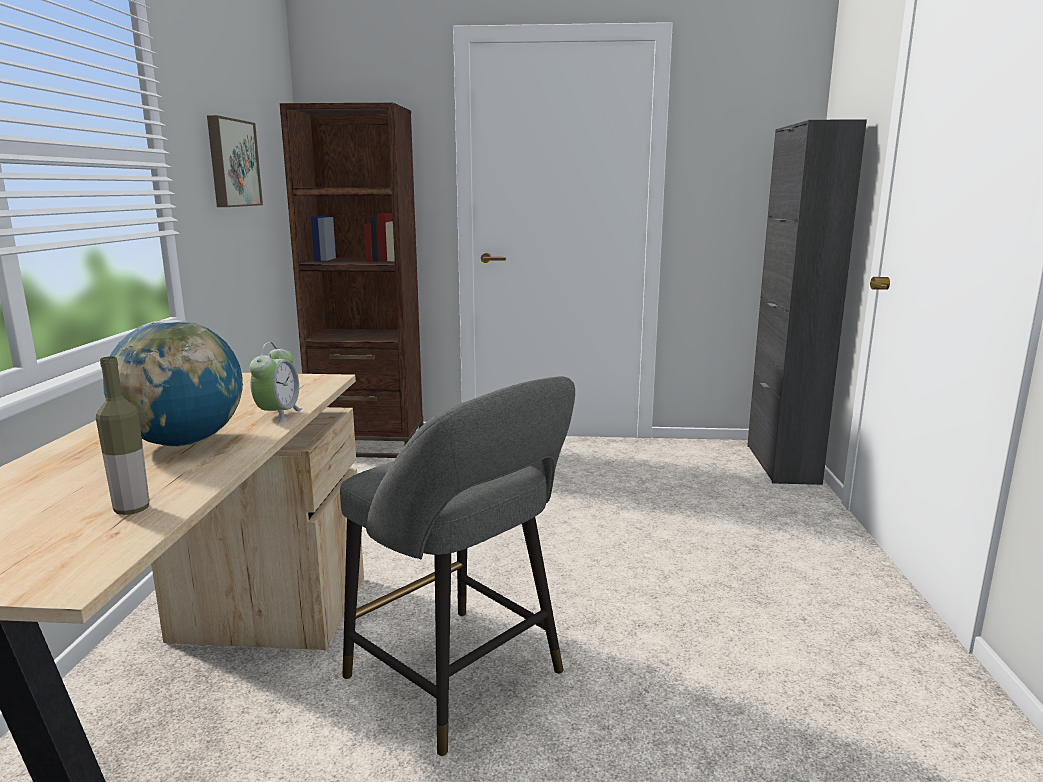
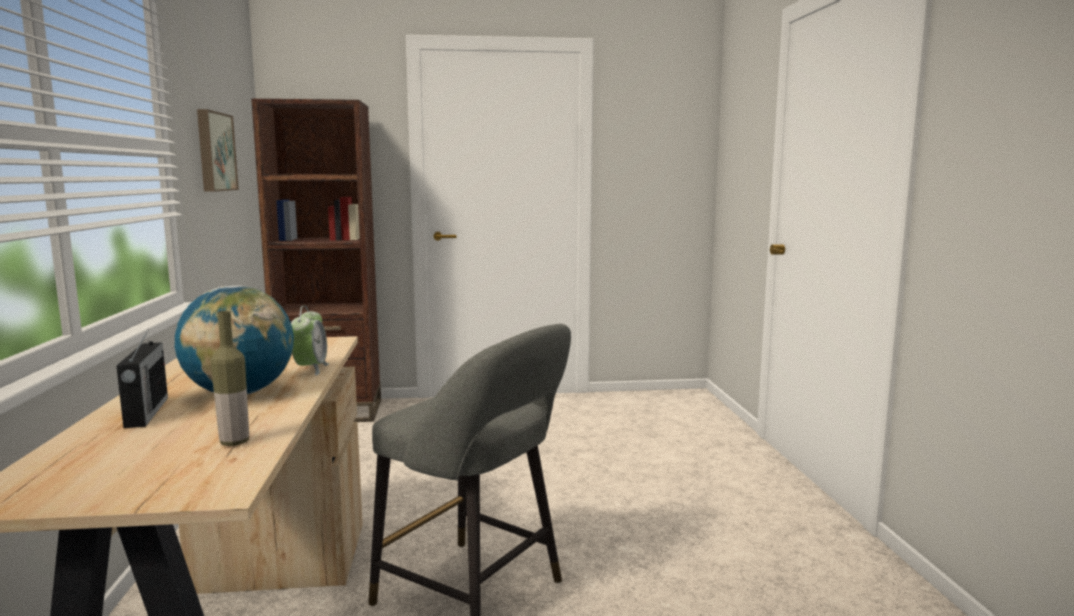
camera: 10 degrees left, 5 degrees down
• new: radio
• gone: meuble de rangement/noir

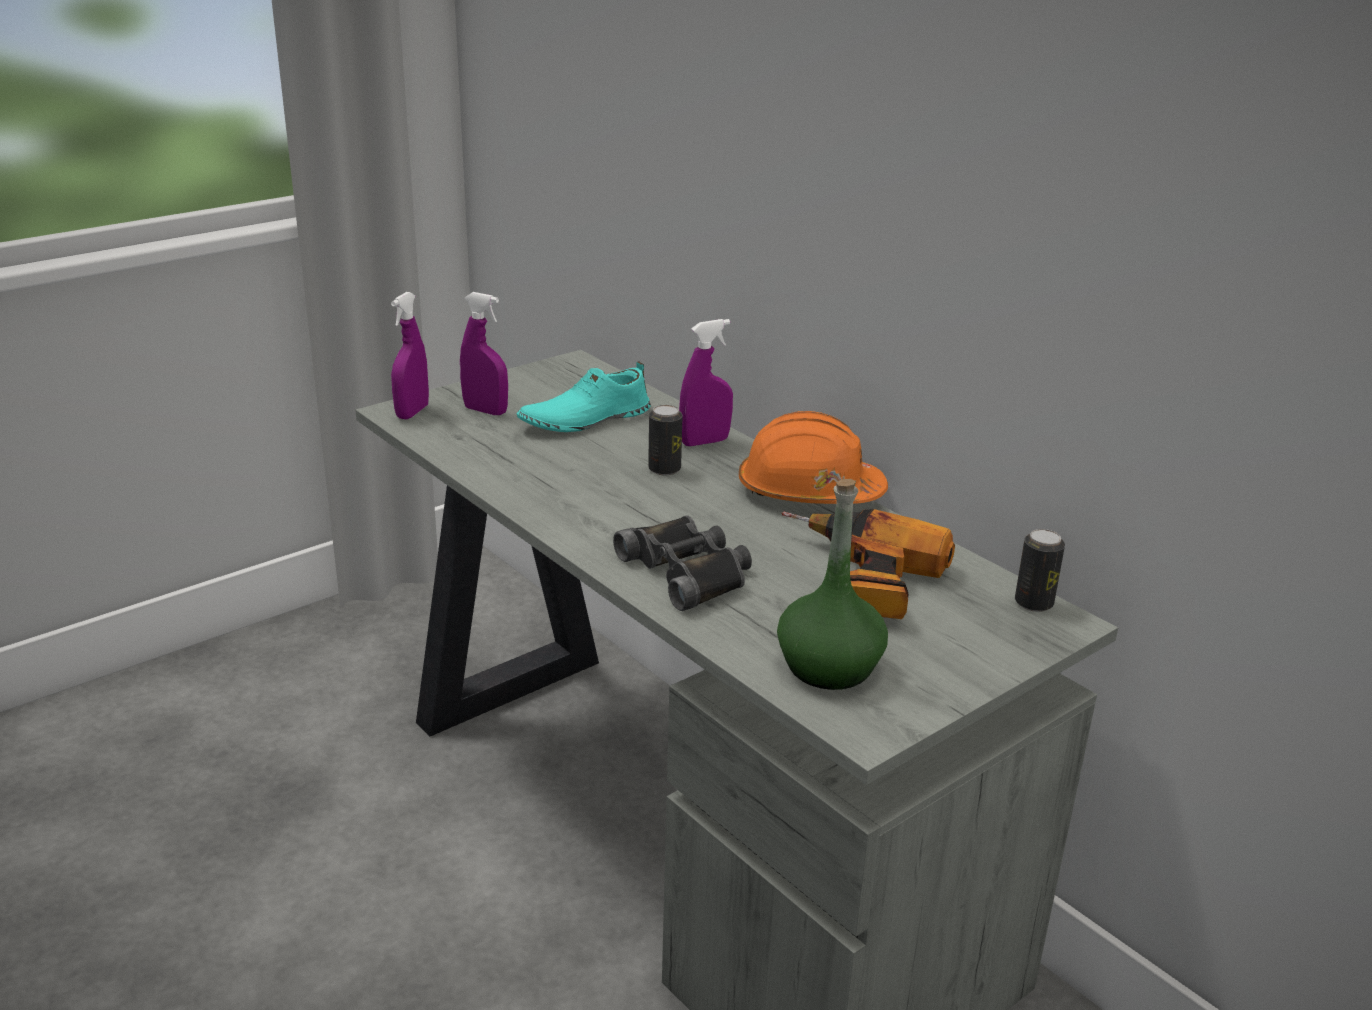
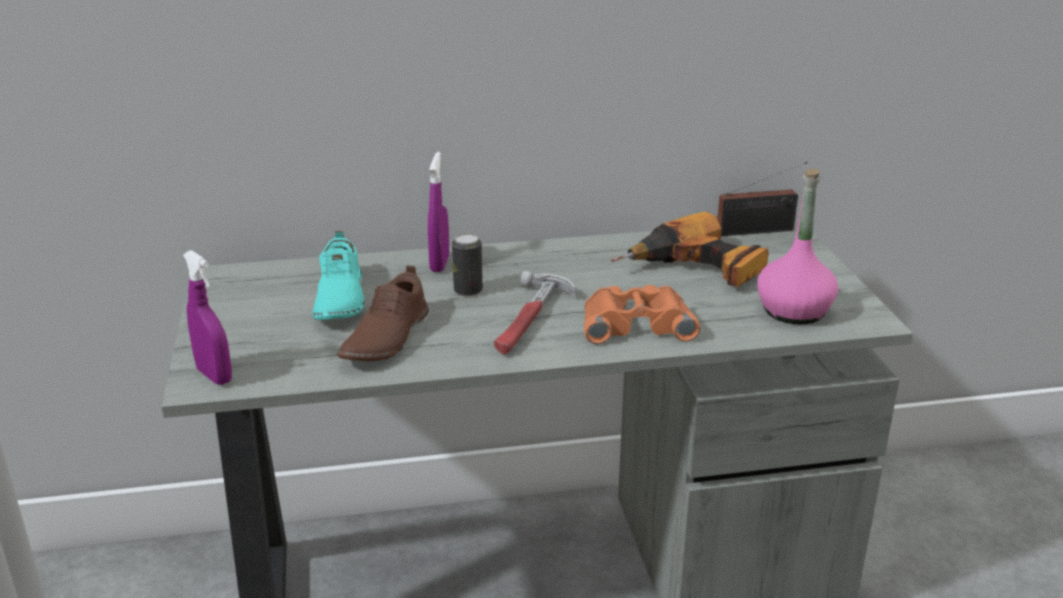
camera: 60 degrees left, 0 degrees up
• new: chaussure/marron
• new: marteau
• repainted: jumelles/noir to jumelles/orange
• swapped: boîte métallique (no. 2 from left) to radio
• repainted: bouteille/vert to bouteille/rose
• gone: vaporisateur/violet (no. 2 from left)
• gone: casque de chantier/orange

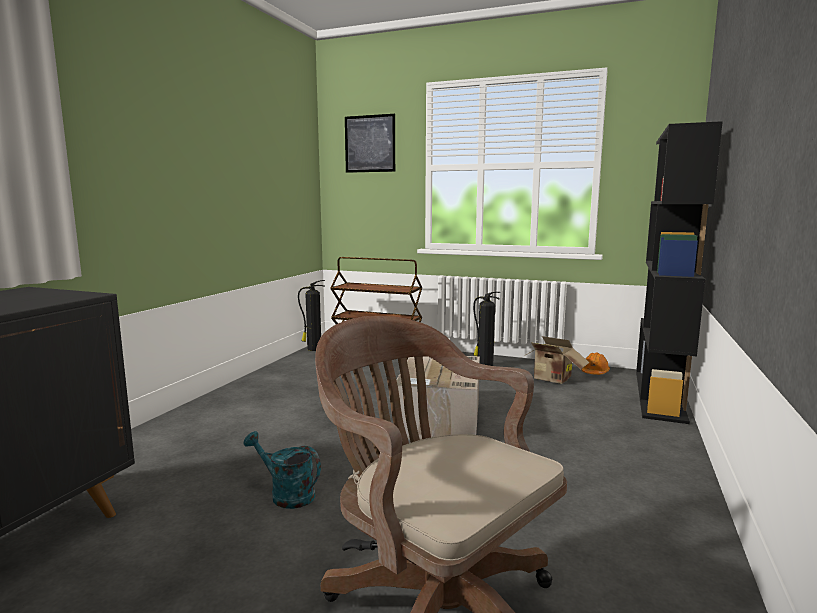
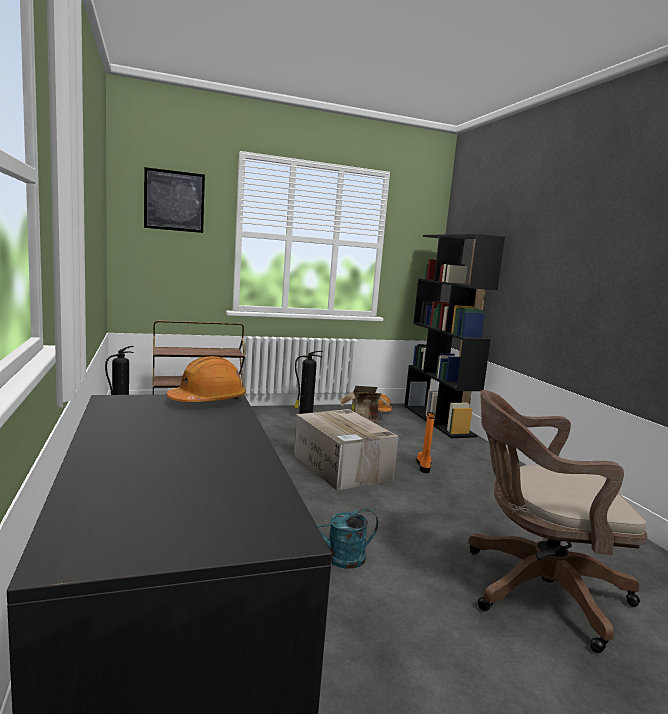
camera: 40 degrees left, 0 degrees up
• new: casque de chantier/orange (no. 1 from left)
• new: botte/orange

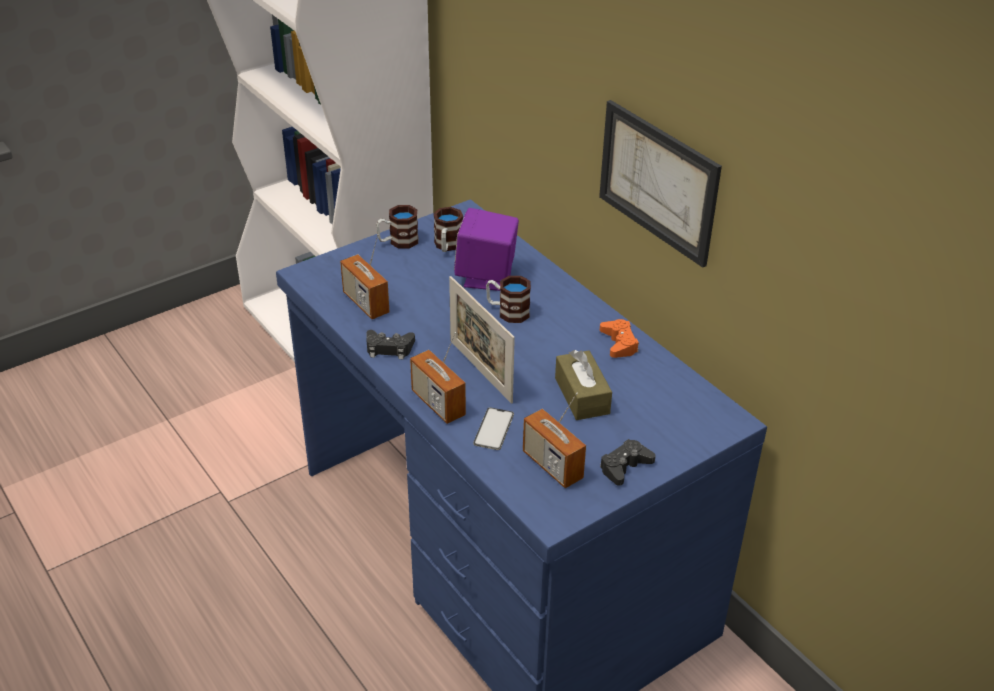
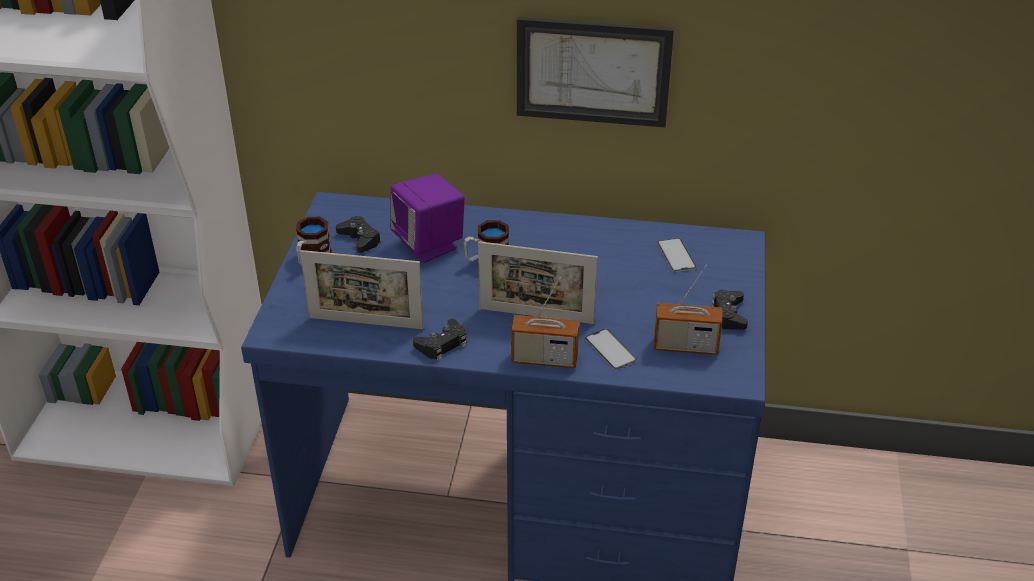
camera: 45 degrees left, 0 degrees up
• swapped: radio (no. 1 from left) to cadre photo (no. 1 from left)
• swapped: mug (no. 2 from left) to manette/noir (no. 1 from left)
• new: téléphone (no. 2 from left)
• gone: boîte à mouchoirs/marron
• gone: manette/orange

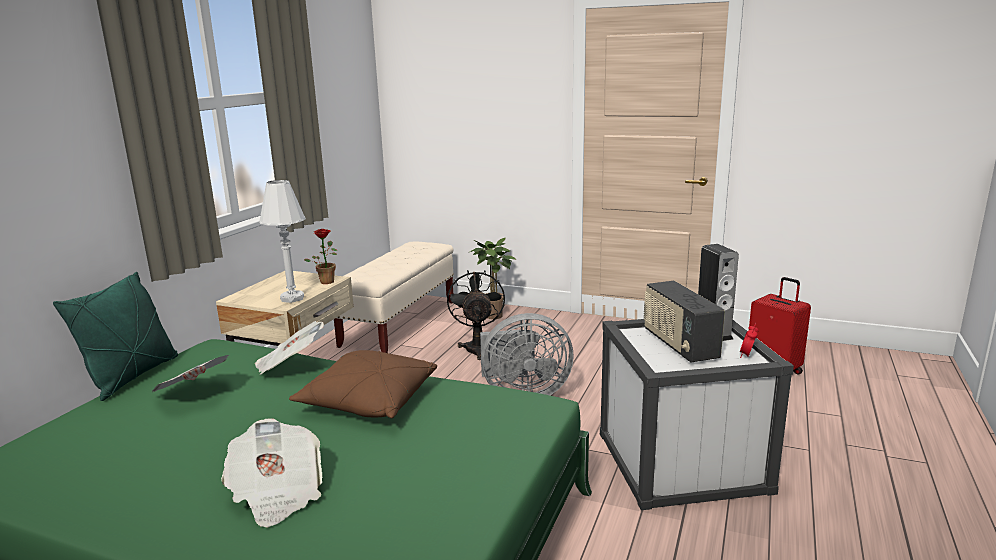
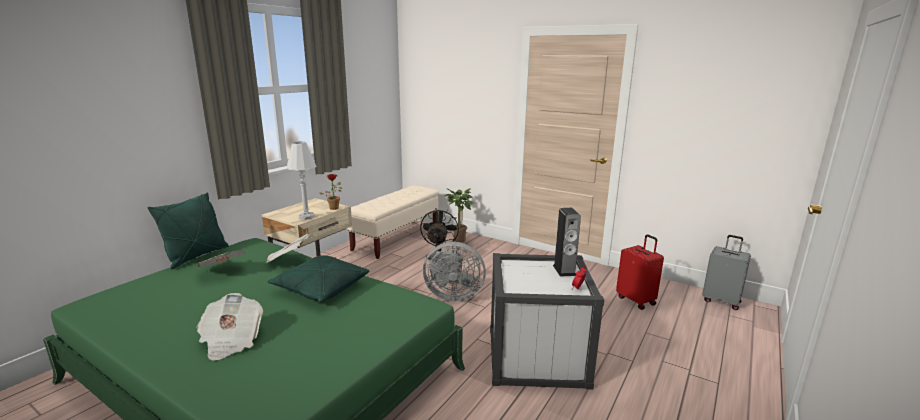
camera: 10 degrees right, 0 degrees up
• repainted: coussin/marron to coussin/vert (no. 2 from left)
• new: valise/gris
• gone: radio

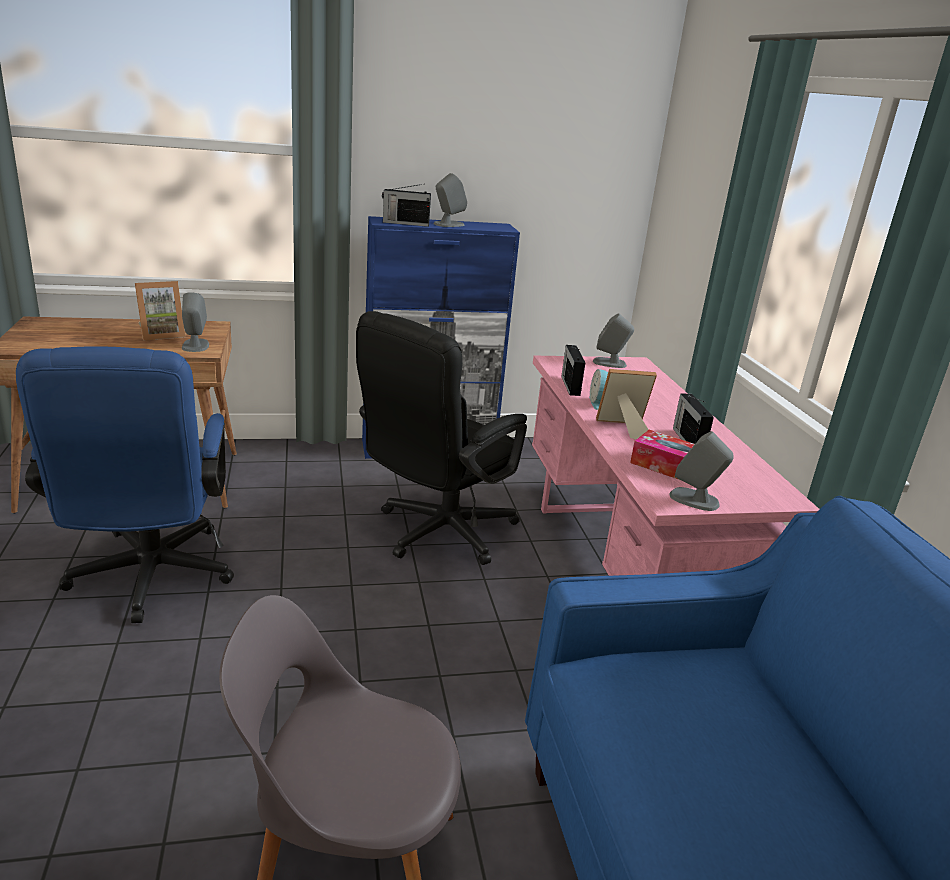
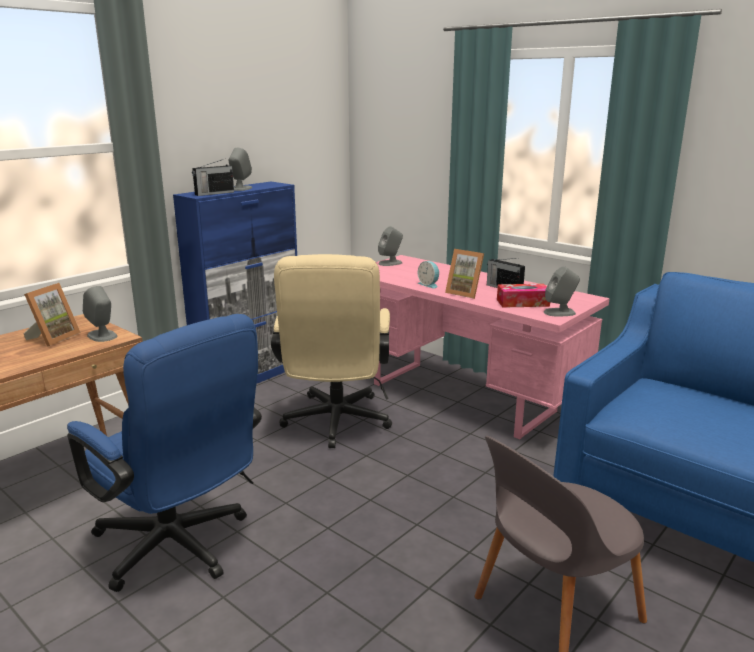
camera: 35 degrees left, 5 degrees down
• repainted: chaise de bureau/noir to chaise de bureau/beige
• rotated: cadre photo (no. 2 from left) 105 degrees counterclockwise
• gone: radio (no. 2 from left)

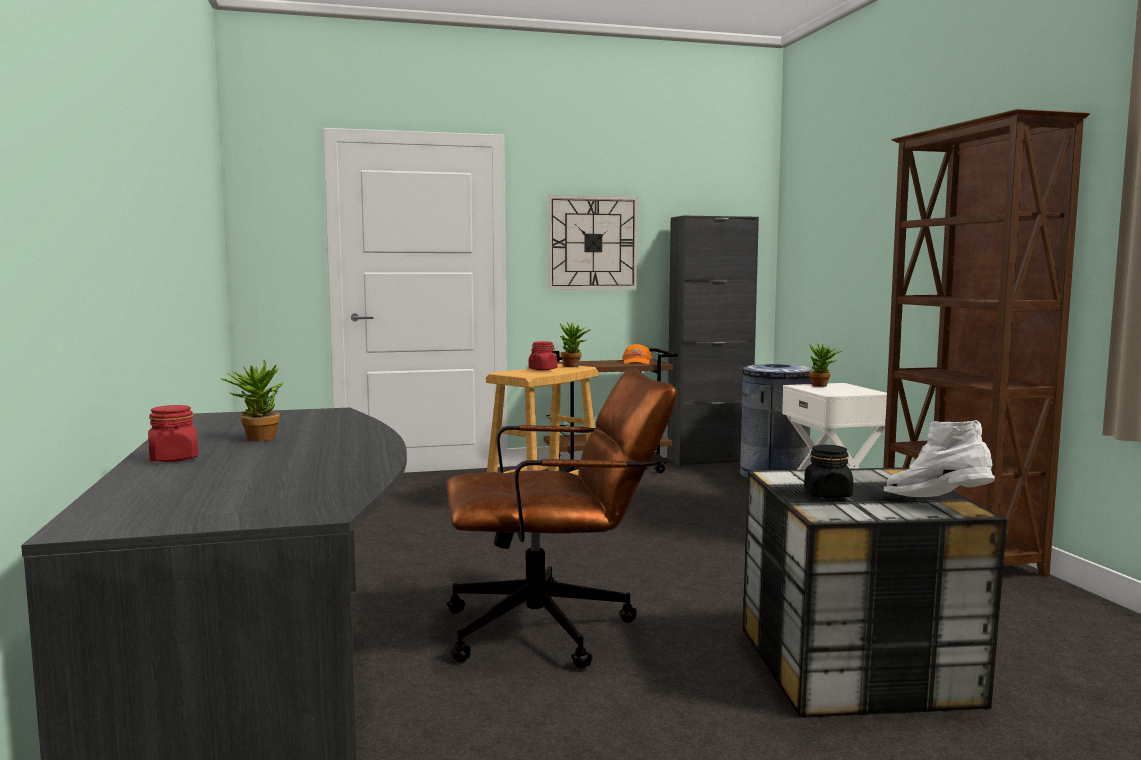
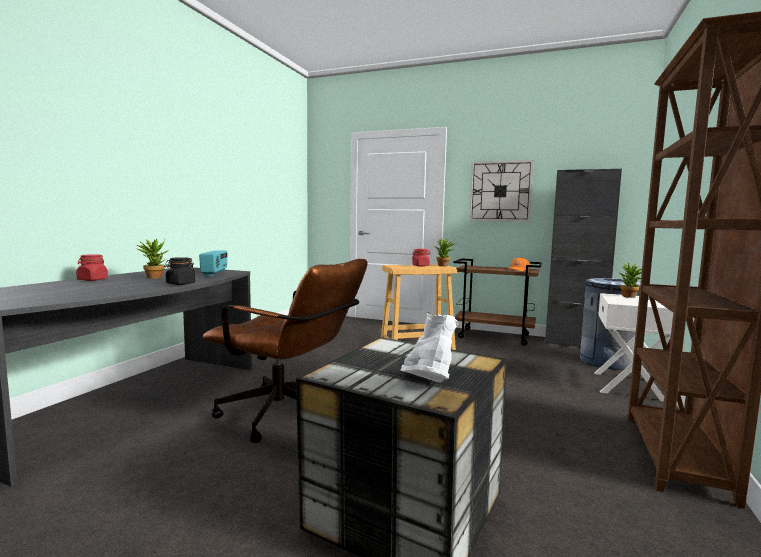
camera: 35 degrees right, 0 degrees up
• shifted: bocal/noir
• new: radio

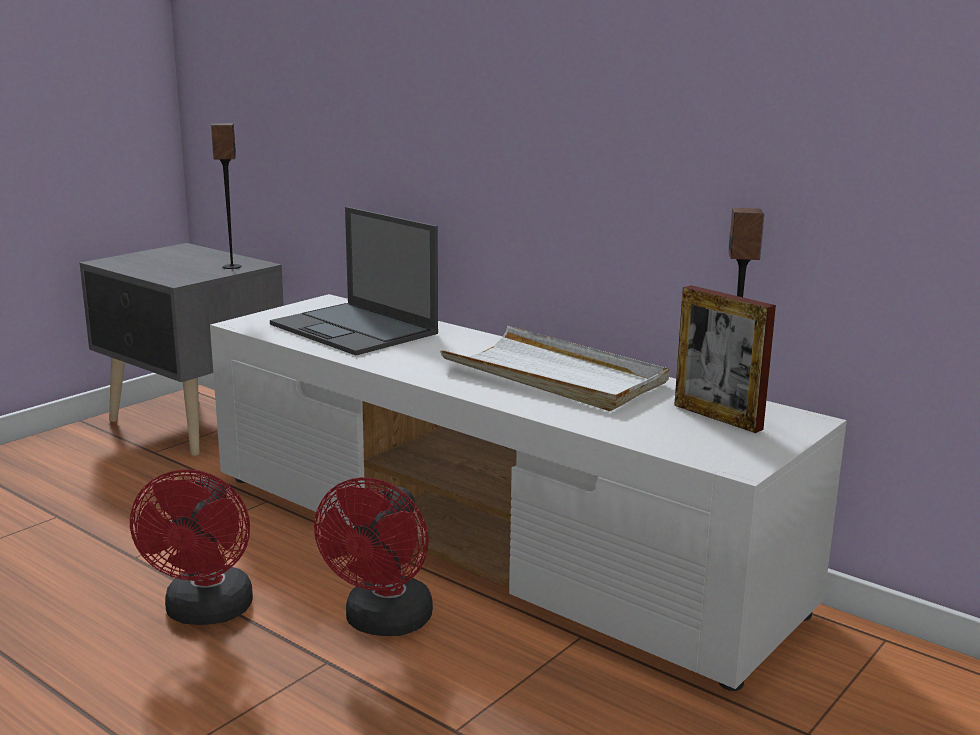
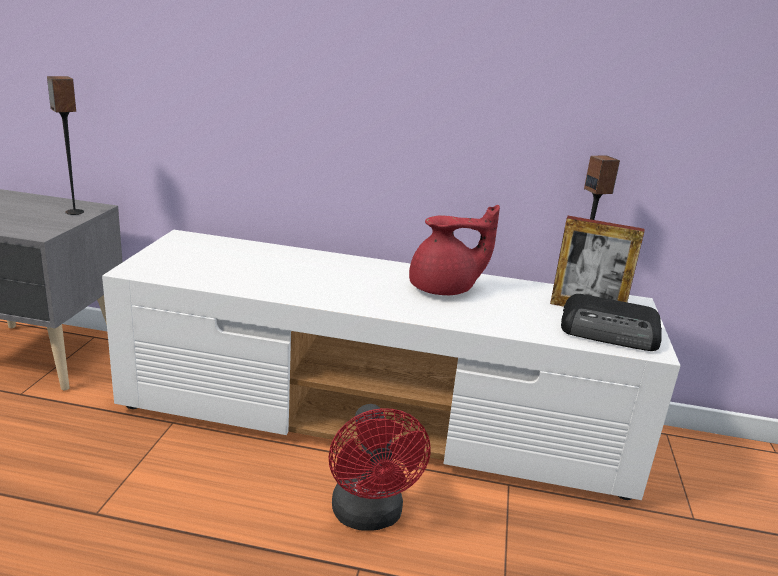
camera: 30 degrees left, 5 degrees up
• swapped: plateau/blanc to théière/rouge
• new: radio
• gone: ventilateur/rouge (no. 1 from left)
• gone: ordinateur portable

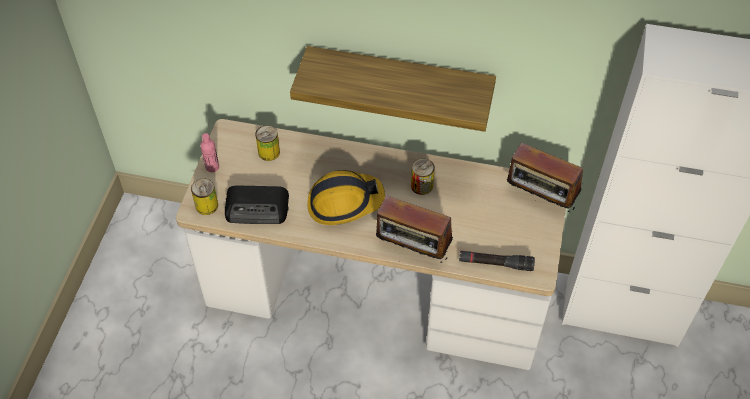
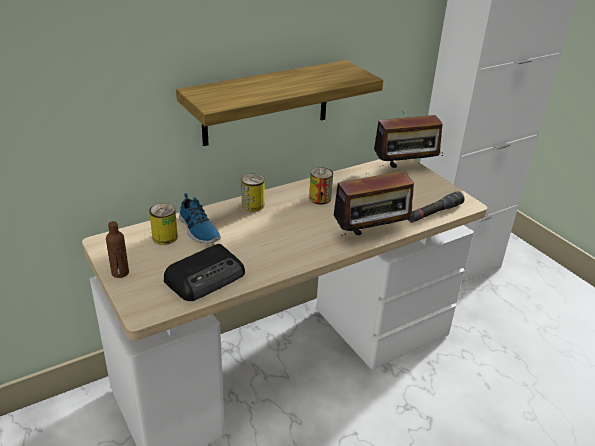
camera: 45 degrees left, 20 degrees down
• repainted: bouteille/rose to bouteille/marron
• new: chaussure
• shifted: boîte métallique (no. 1 from left in the first image) to boîte métallique (no. 2 from left)
• gone: casque de chantier

